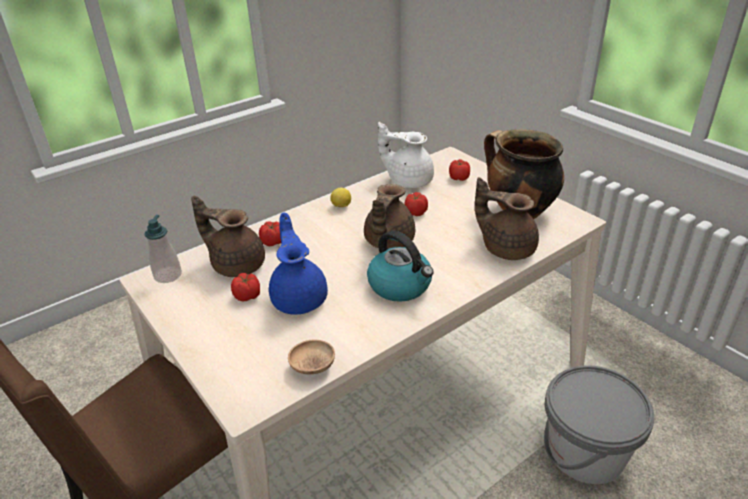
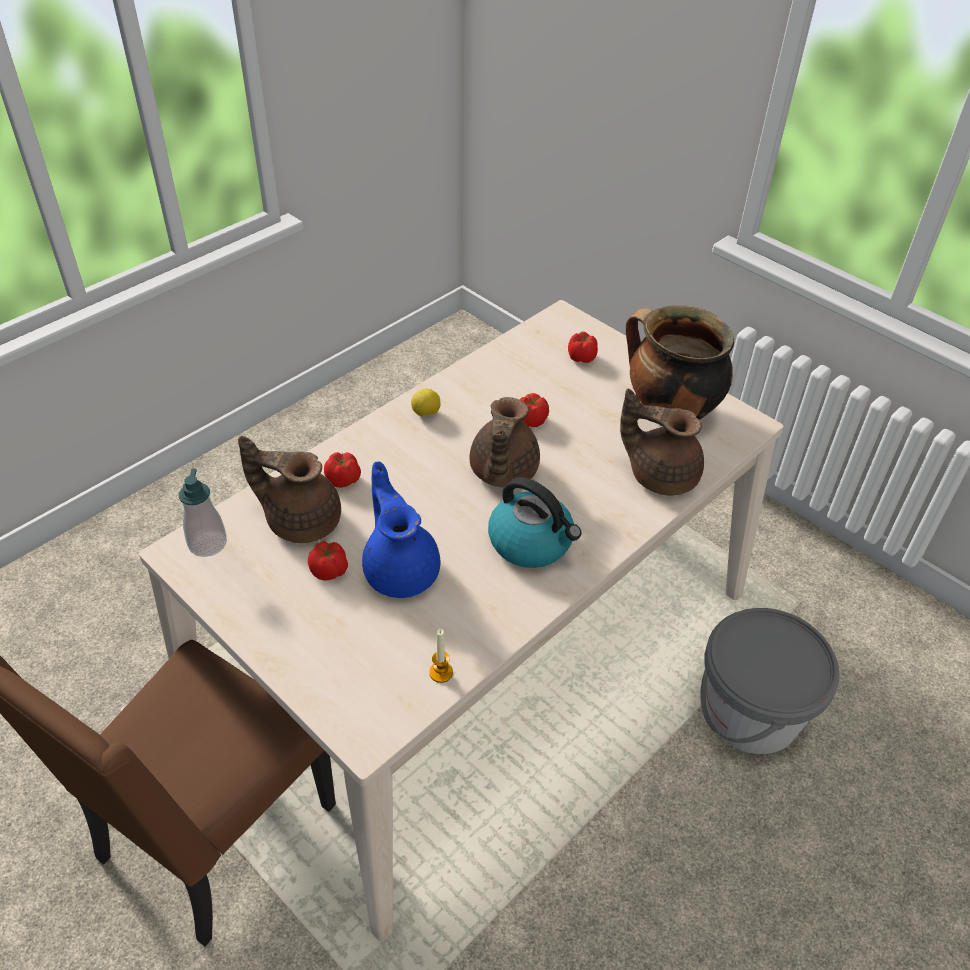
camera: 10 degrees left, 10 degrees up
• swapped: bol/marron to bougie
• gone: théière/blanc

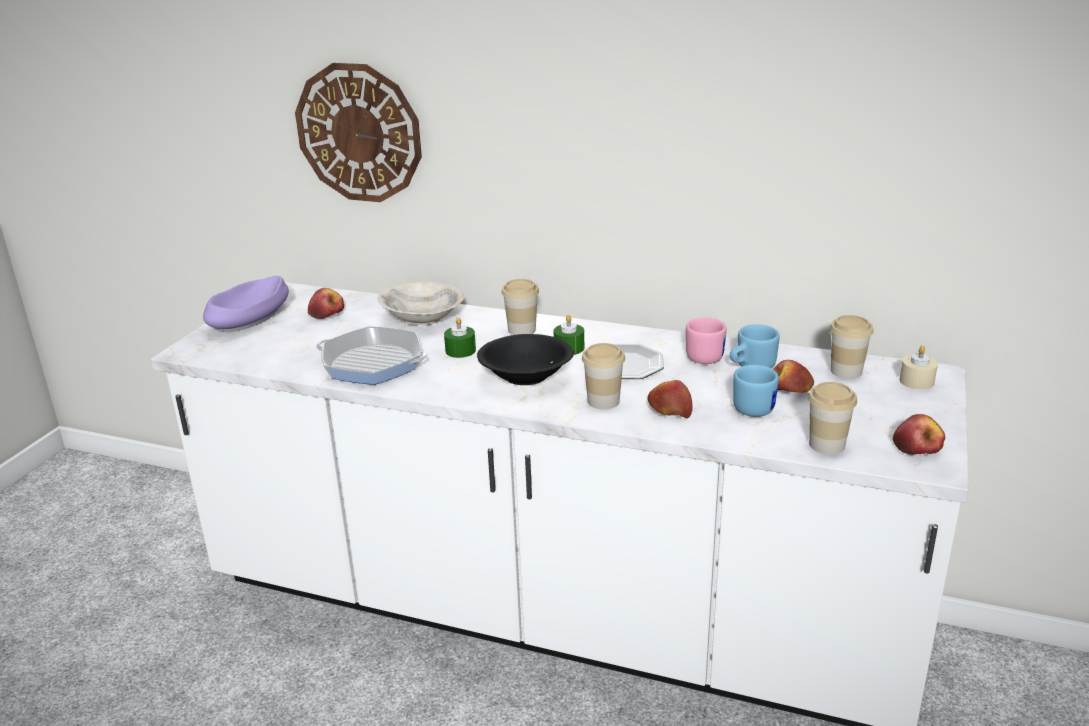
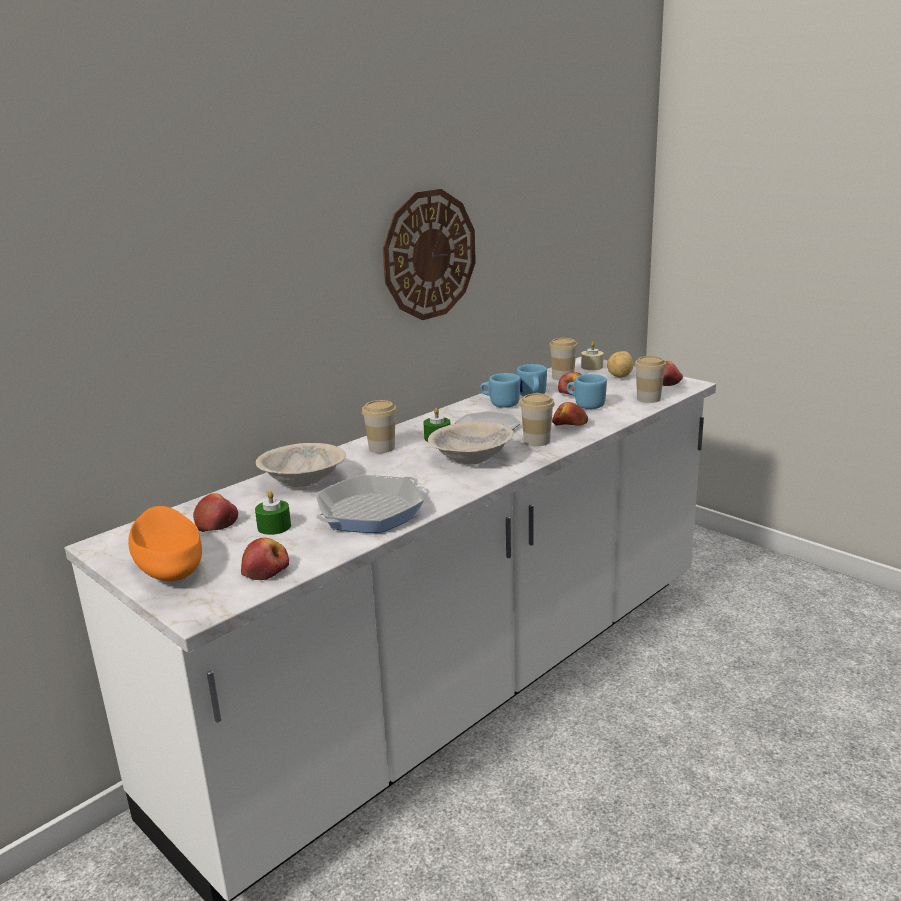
camera: 65 degrees left, 5 degrees down
• repainted: bol/violet to bol/orange
• new: pomme (no. 2 from left)
• shifted: bougie/vert (no. 1 from left)
• shifted: horloge murale
• repainted: bol/noir to bol/beige (no. 2 from left)
• repainted: mug/rose to mug/bleu (no. 1 from left)
• new: pomme de terre

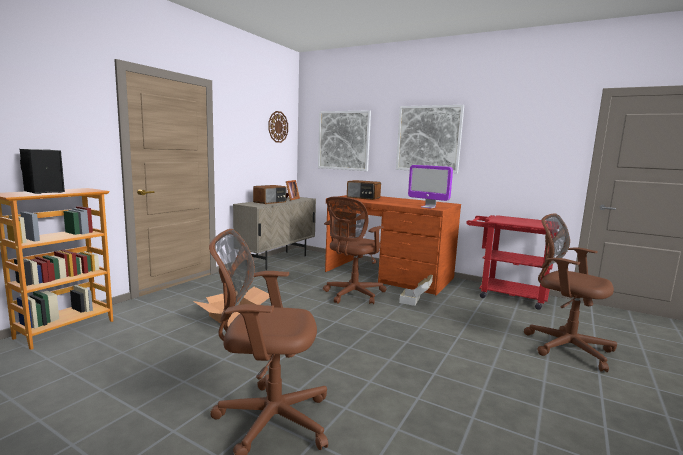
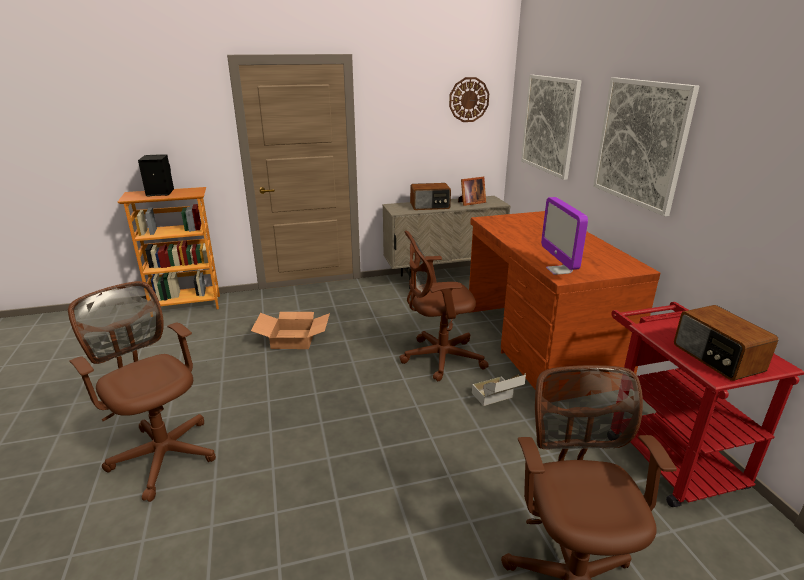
camera: 45 degrees right, 15 degrees up
• shifted: radio (no. 2 from left)

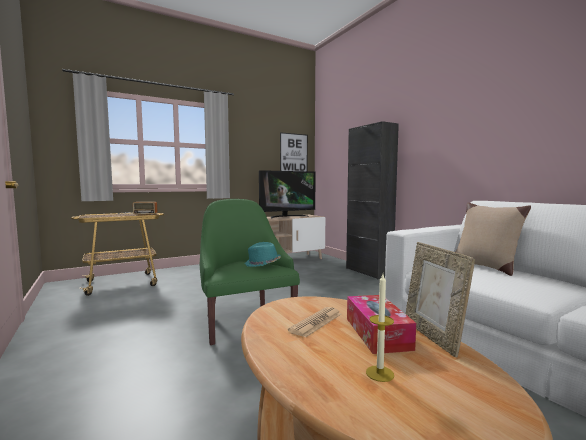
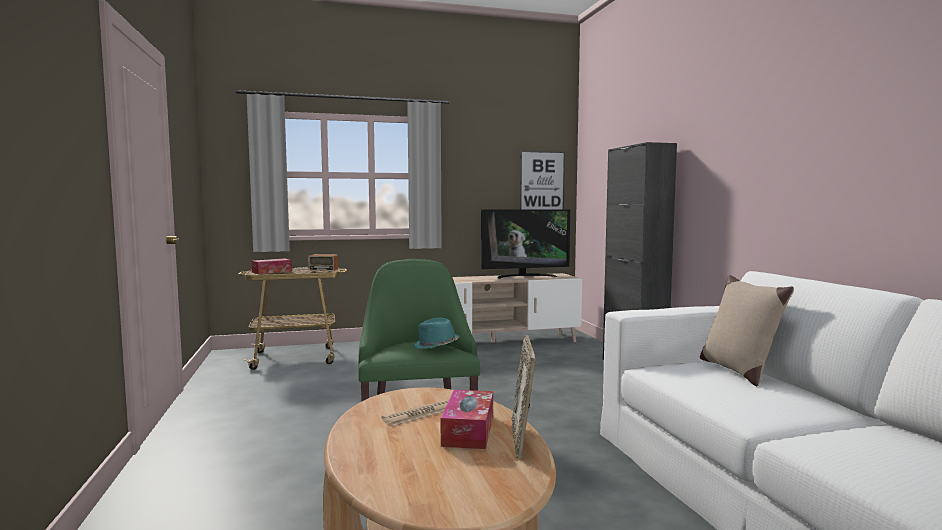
camera: 15 degrees right, 0 degrees up
• new: boîte à mouchoirs (no. 1 from left)
• gone: bougie

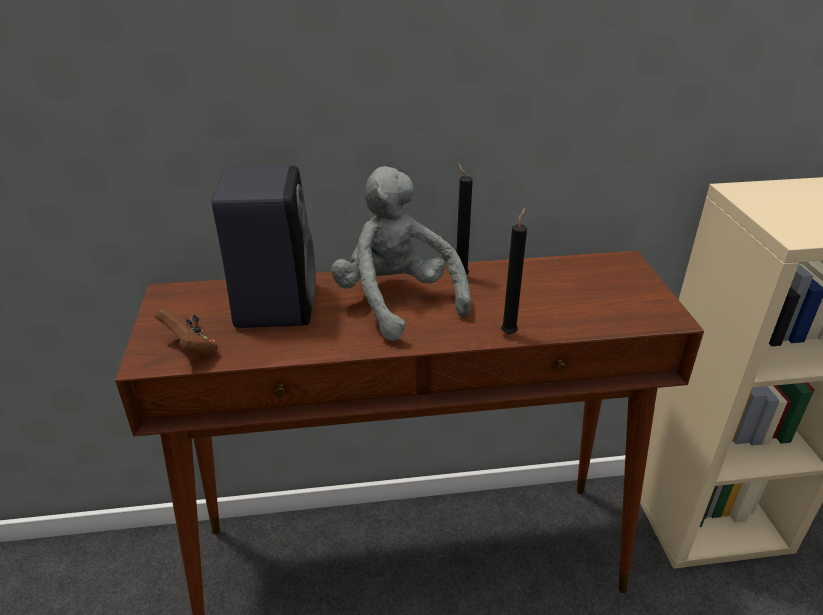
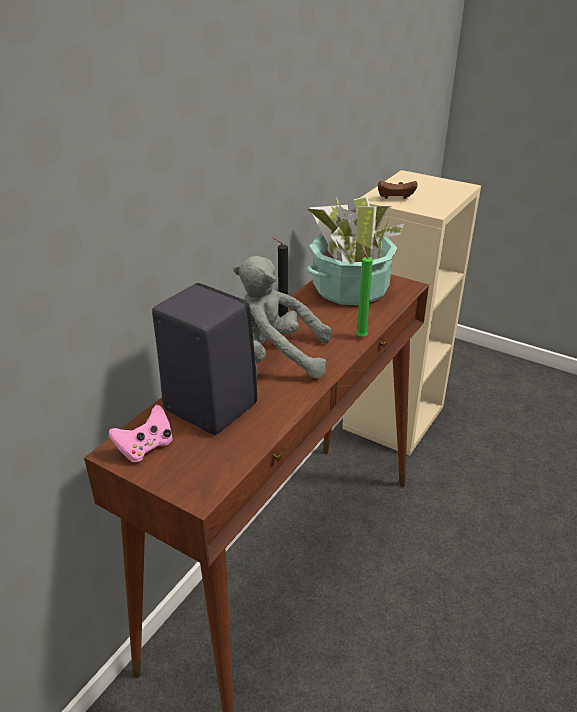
camera: 50 degrees left, 0 degrees up
• new: manette/rose
• new: plante en pot
• repainted: bougie/noir (no. 2 from left) to bougie/vert
• shifted: manette/marron

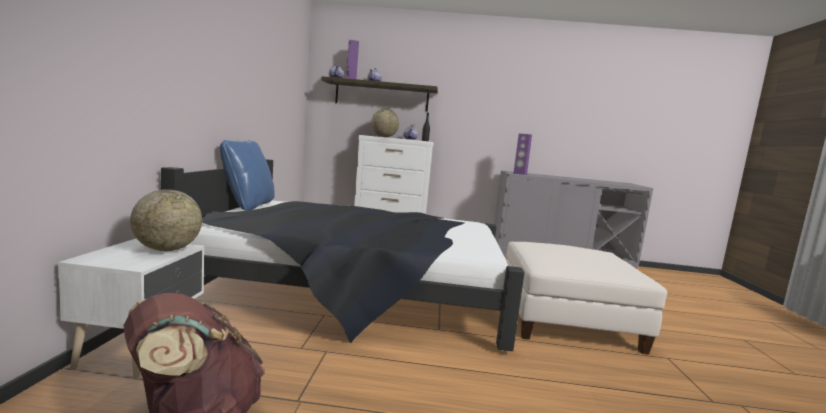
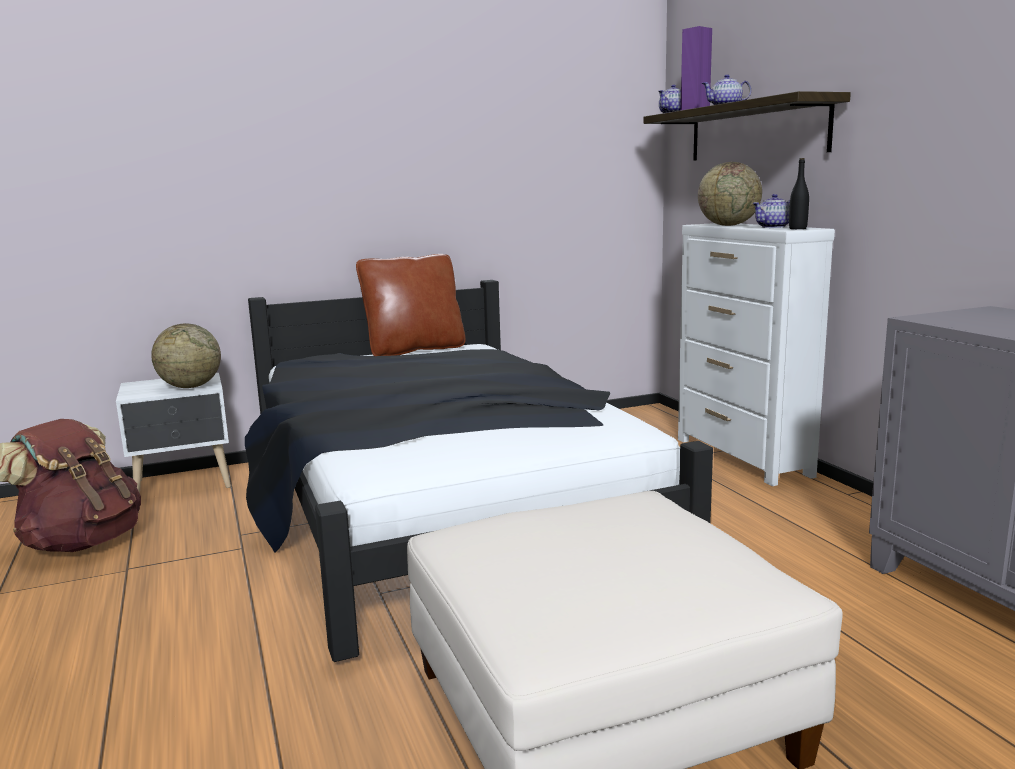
camera: 65 degrees right, 5 degrees up
• repainted: coussin/bleu to coussin/marron
• gone: enceinte/violet (no. 2 from left)

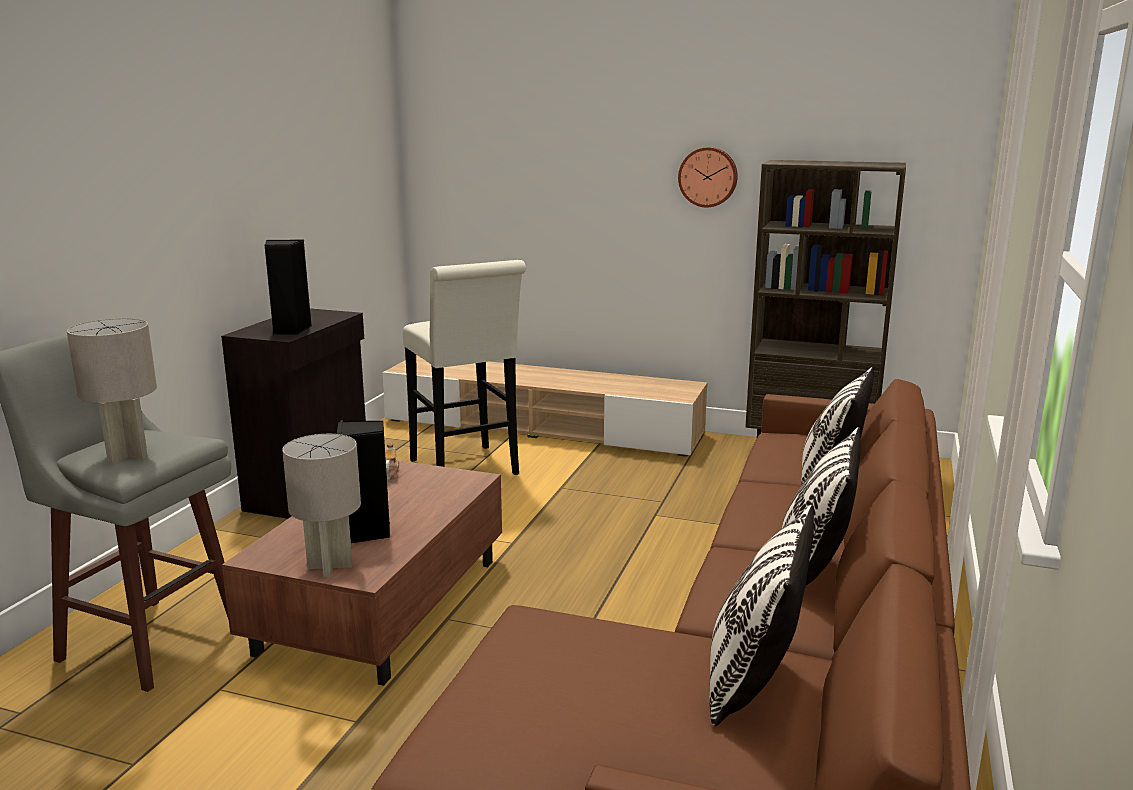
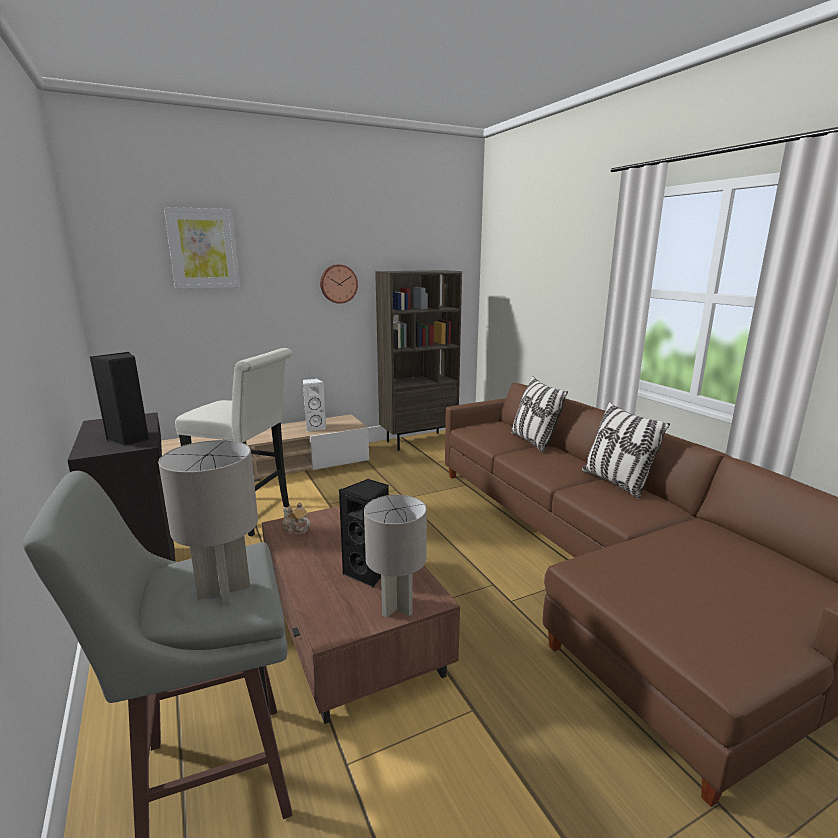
camera: 45 degrees left, 0 degrees up
• new: tableau
• new: enceinte/blanc
• gone: coussin (no. 1 from left)

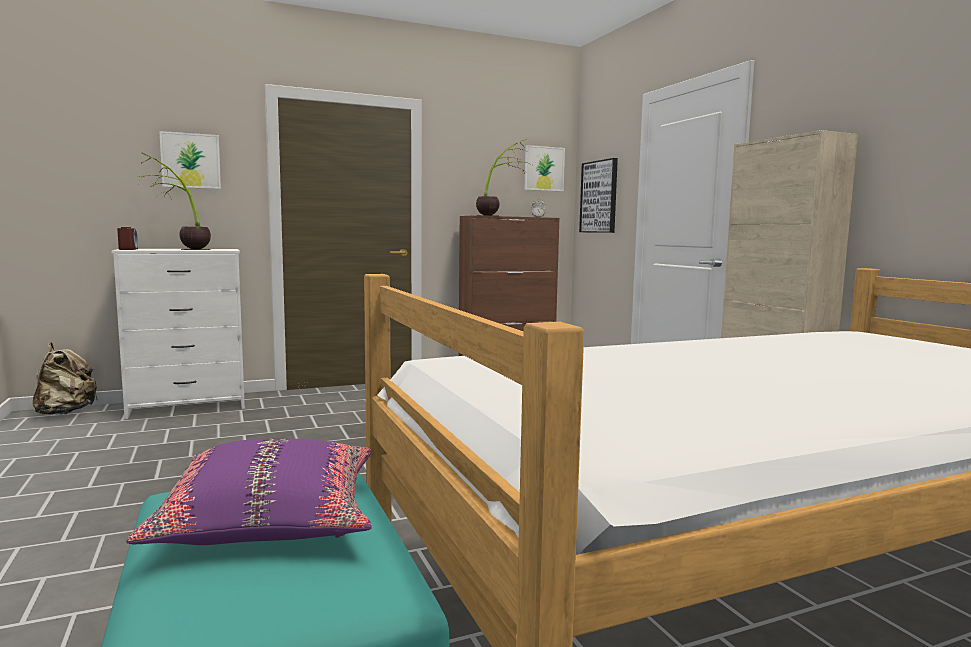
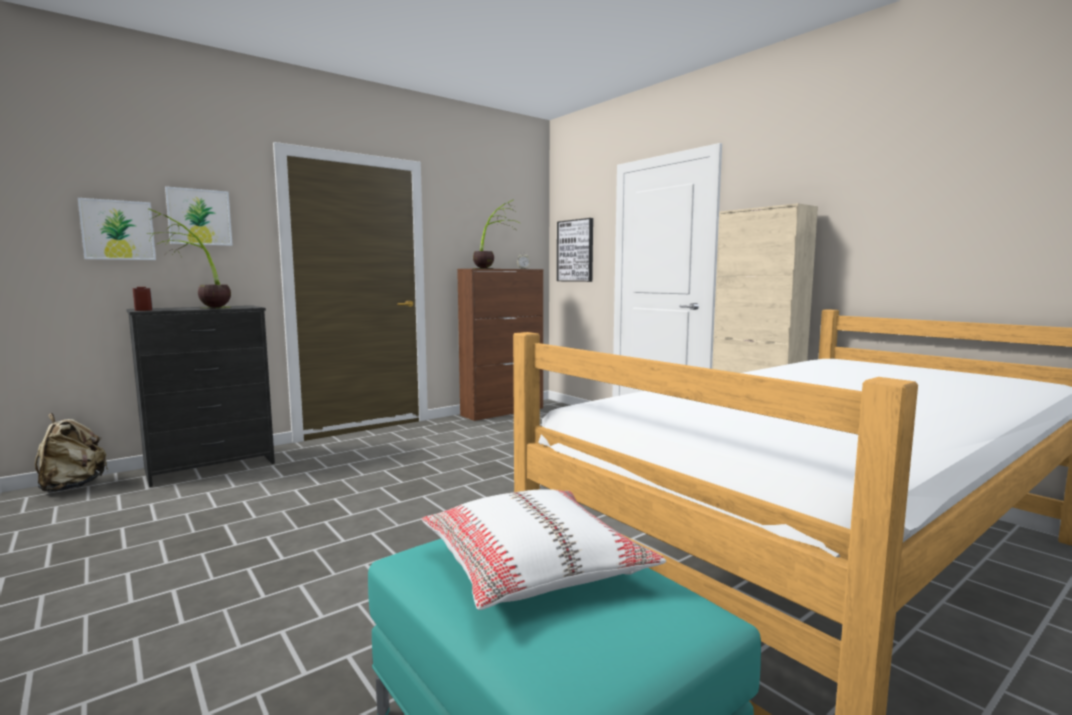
camera: 15 degrees left, 0 degrees up
• shifted: tableau (no. 2 from left in the first image) to tableau (no. 1 from left)
• repainted: commode/blanc to commode/noir
• repainted: coussin/violet to coussin/blanc

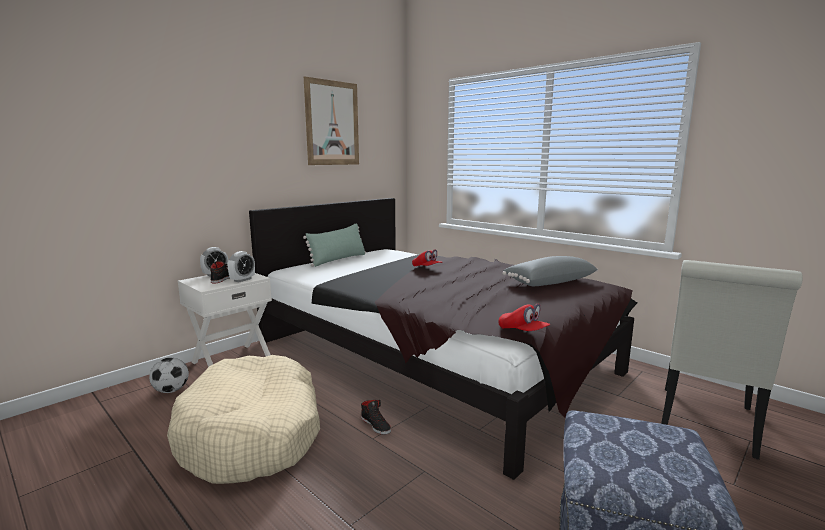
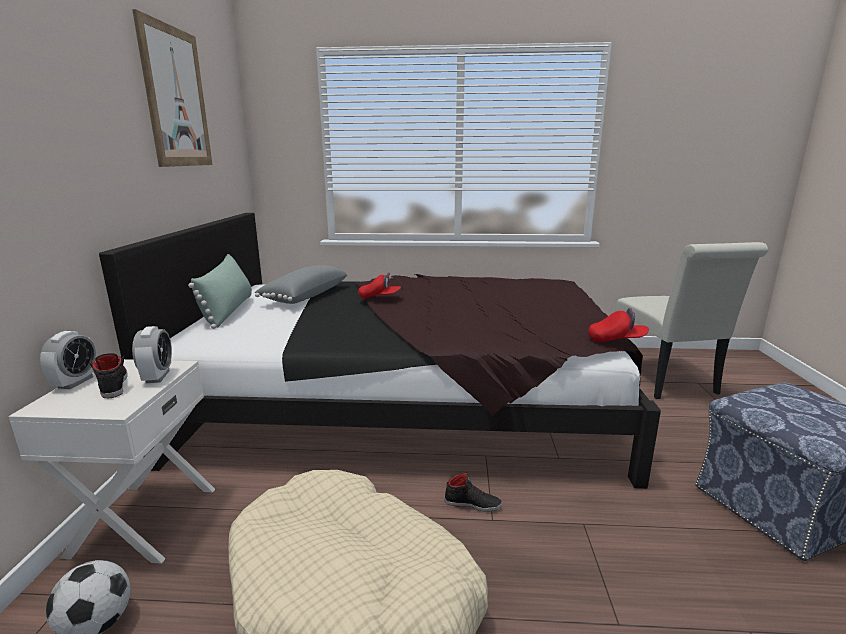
camera: 40 degrees left, 5 degrees up
• shifted: coussin/gris

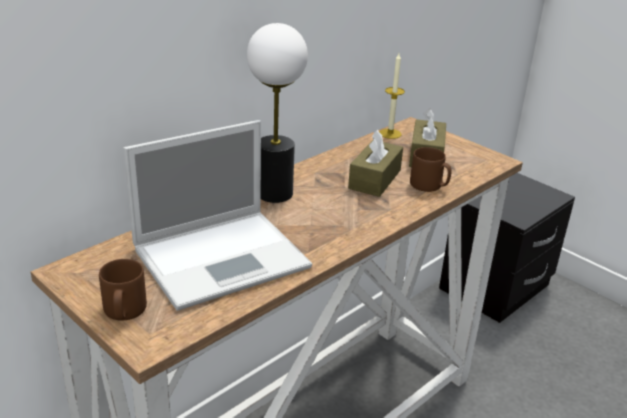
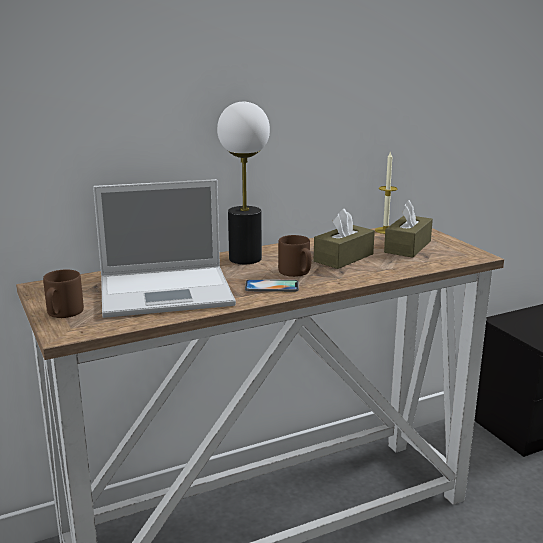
camera: 20 degrees right, 10 degrees down
• new: téléphone
• shifted: mug/marron (no. 2 from left)

